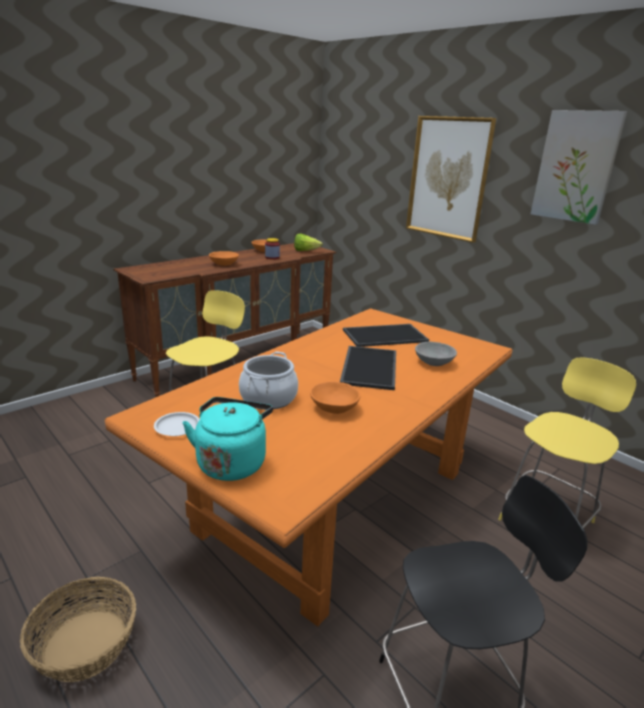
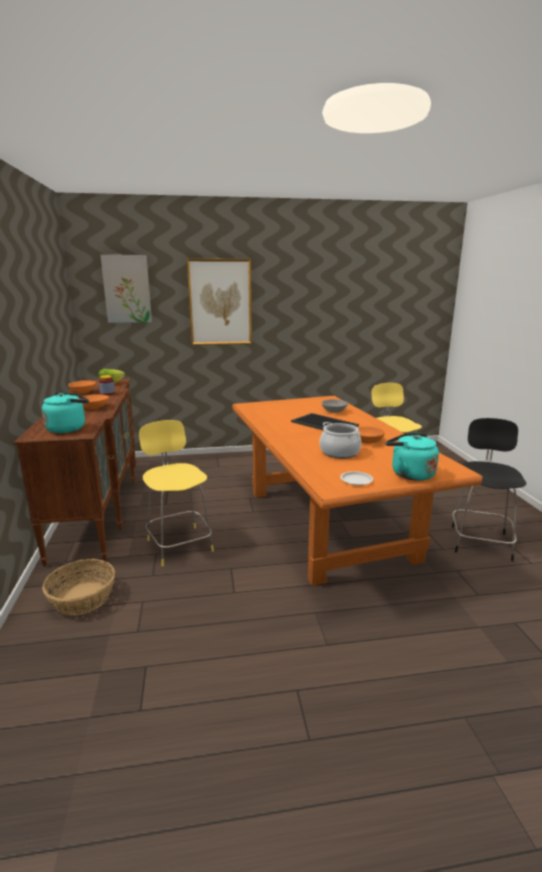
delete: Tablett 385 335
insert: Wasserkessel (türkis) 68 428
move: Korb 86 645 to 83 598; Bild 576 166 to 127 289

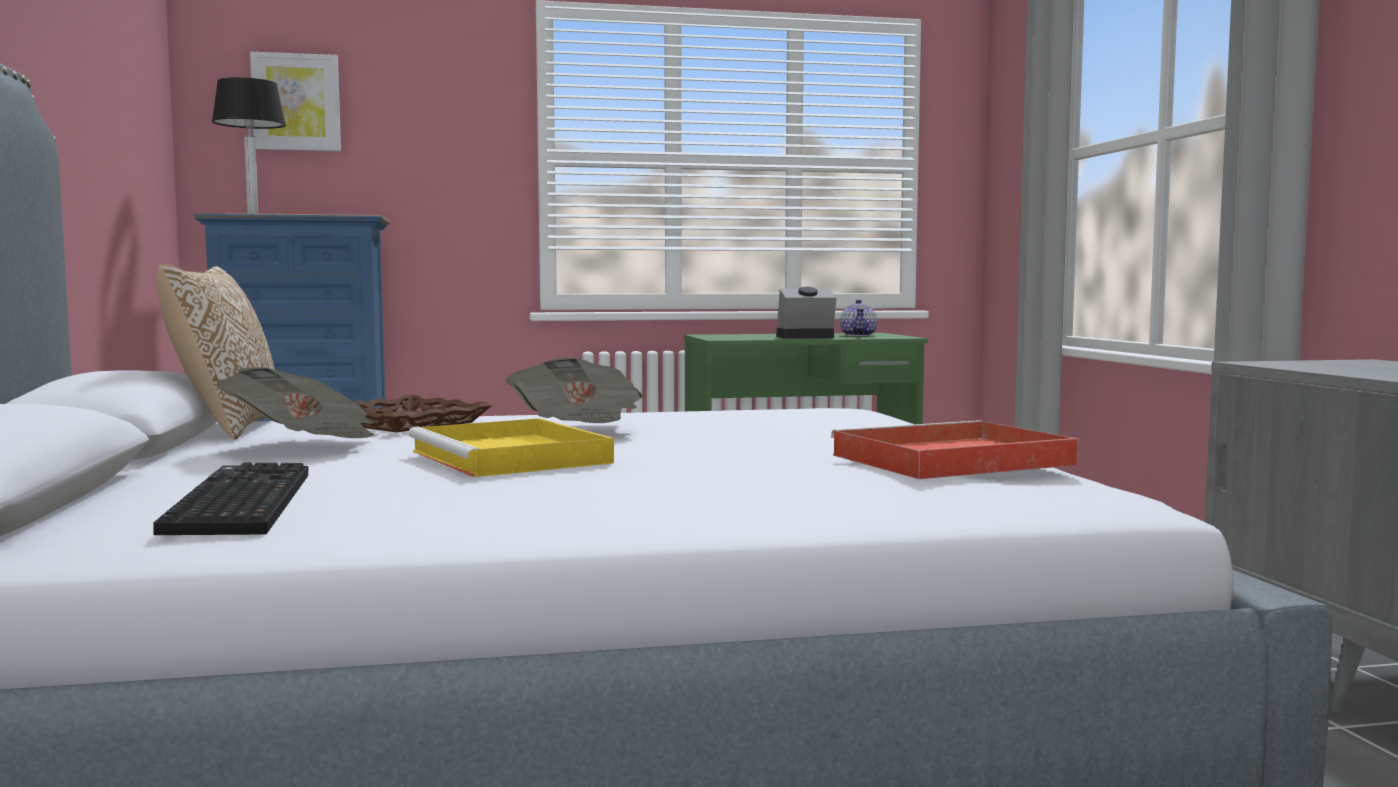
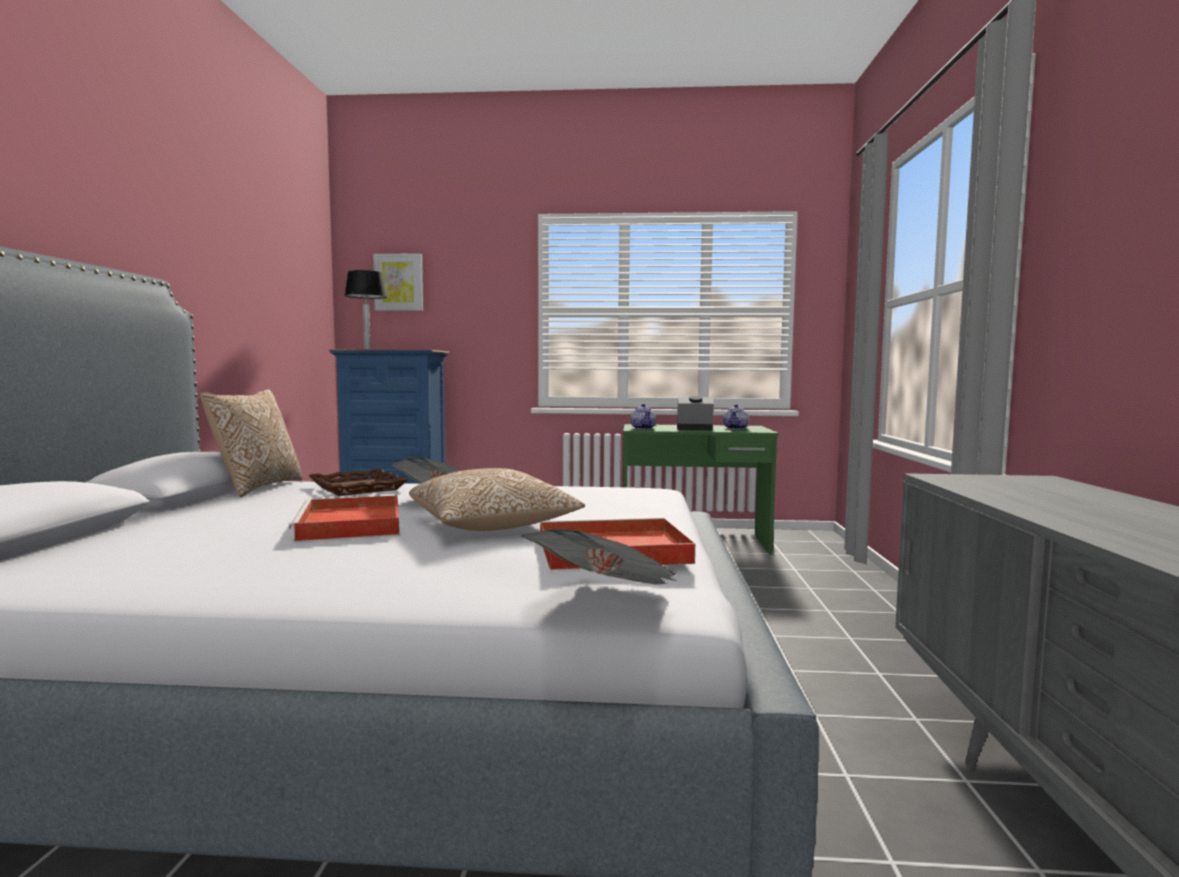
delete: Tastatur 237 502
insert: Kissen 492 527; Teekanne 643 428
move: Zeitung 306 447 to 605 602
recolor: Tablett (gelb) 513 457 to Tablett (rot) 351 524

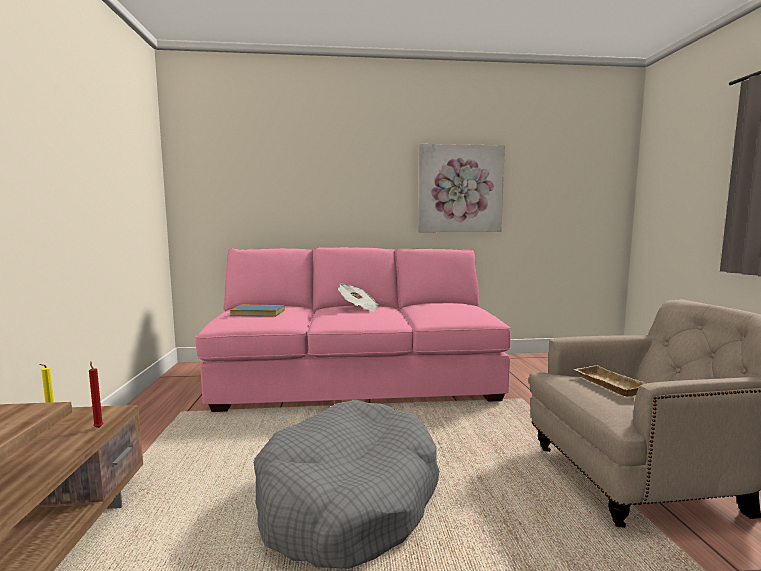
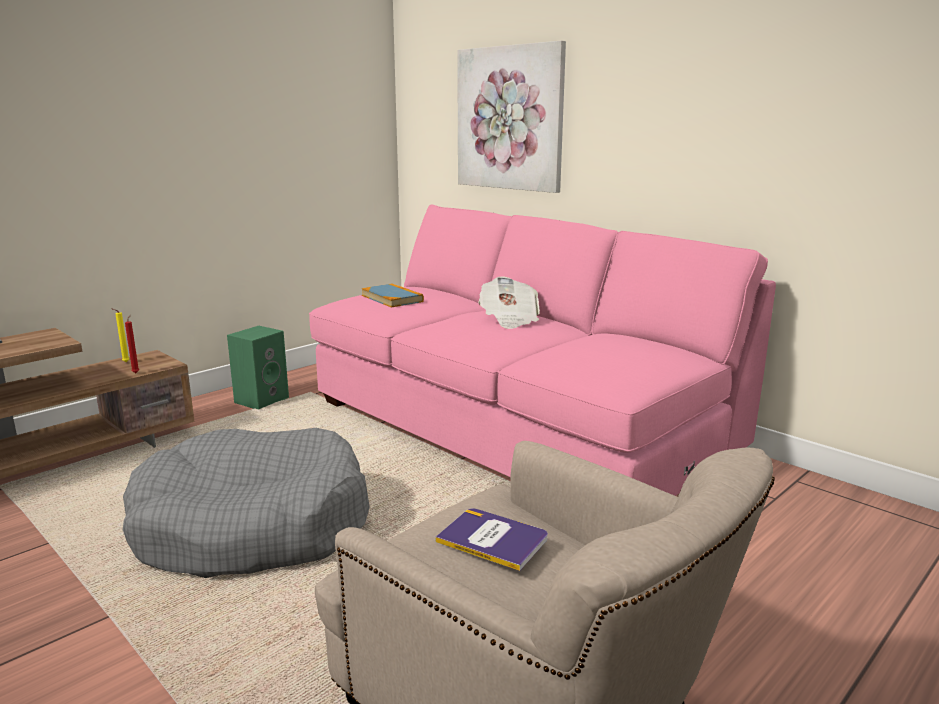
insert: Lautsprecher (grün) 262 399
move: Bild 460 189 to 509 118
replace: Tablett (beige) 608 384 to Buch 493 539

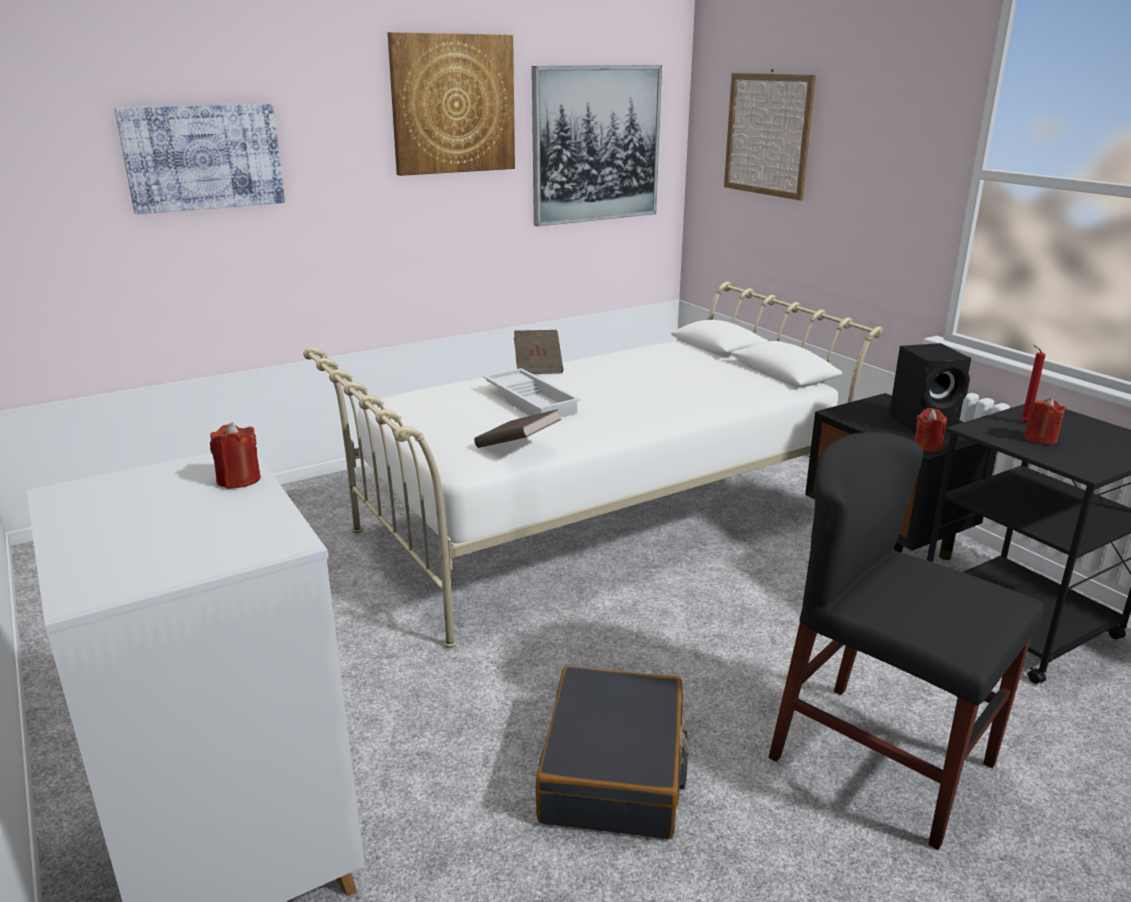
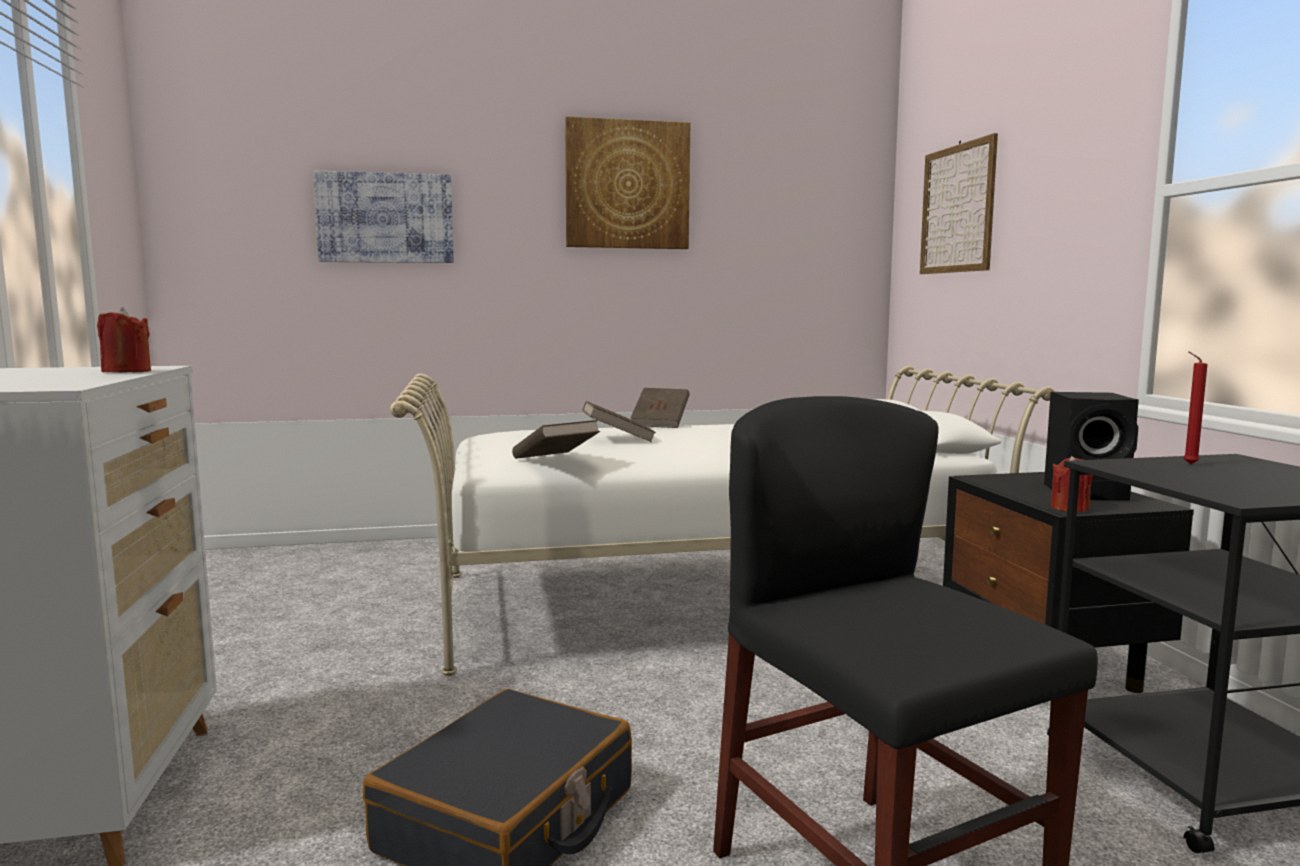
delete: Bild 596 144; Kerze (rot) 1040 439
replace: Tablett (weiß) 532 401 to Buch (braun) 618 439

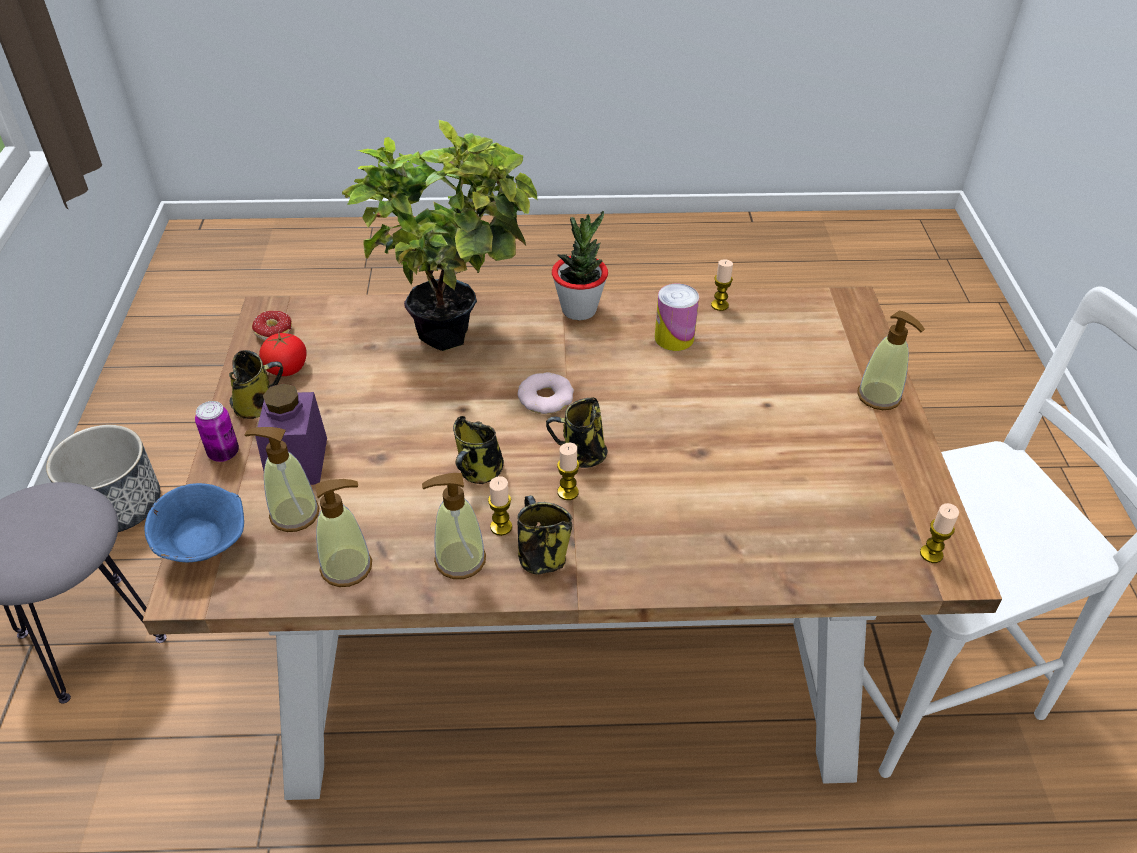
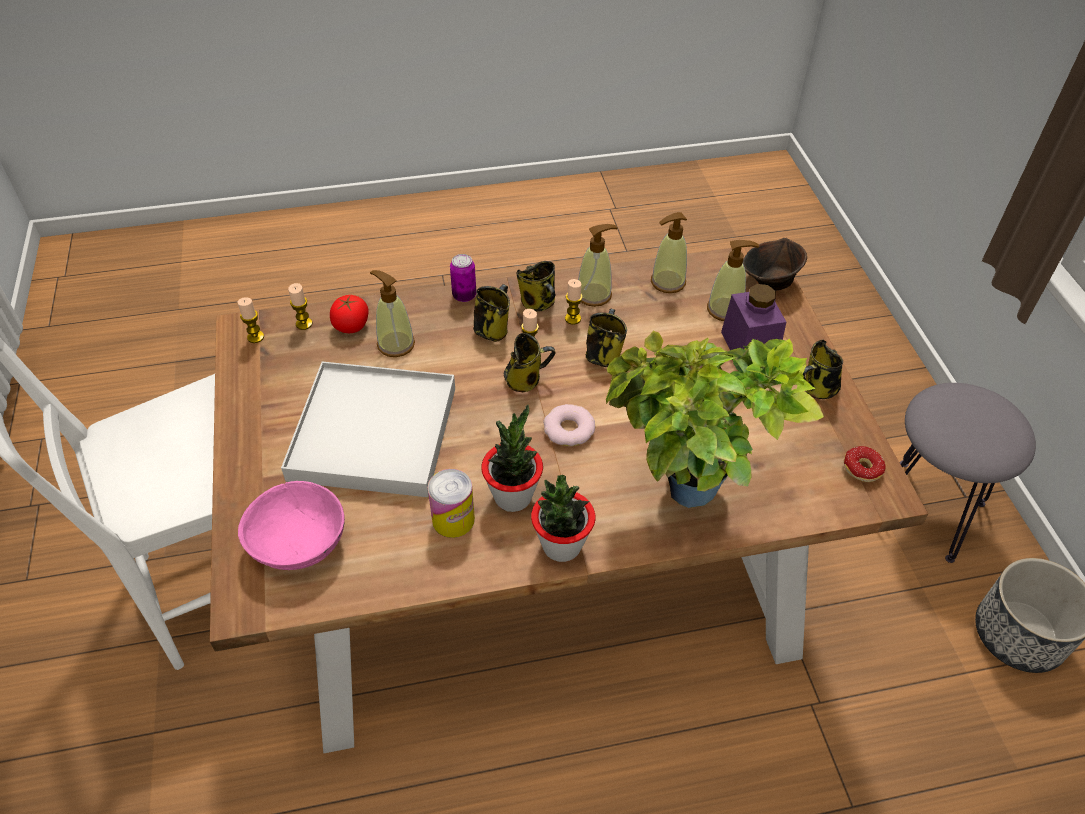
insert: Schüssel (rosa) 299 543; Tablett (weiß) 374 433; Henkelbecher 493 329; Topfpflanze 513 496
move: Dose 223 453 to 464 295; Tomate 286 369 to 351 326; Kerze 719 305 to 304 324; Seifenspender 879 396 to 395 344
recolor: Schüssel (blau) 205 547 to Schüssel (braun) 769 282

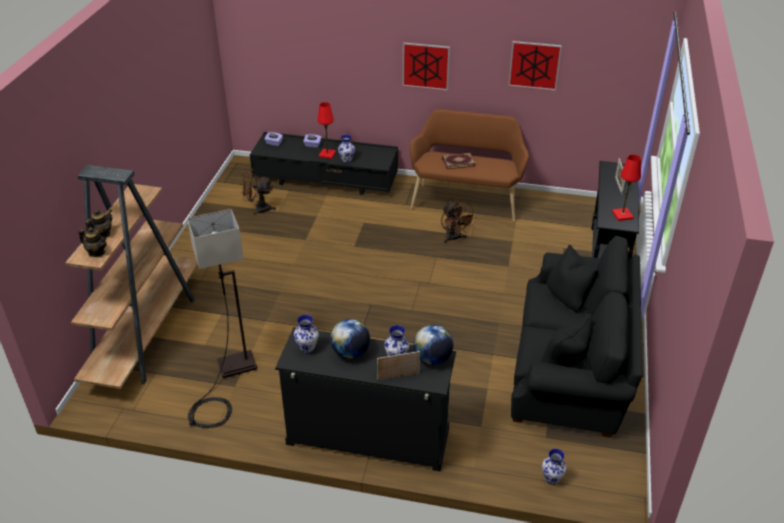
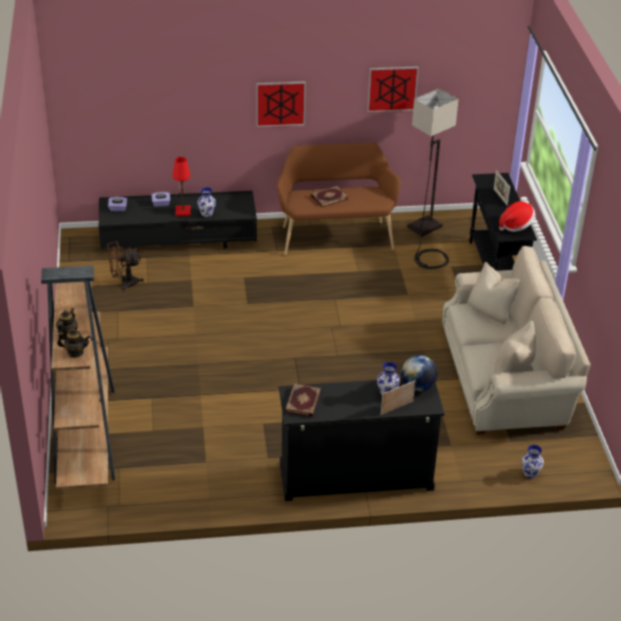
delete: Globus 350 352; Ventilator (braun) 454 238
move: Stehlampe 222 390 to 427 244
replace: Vase 307 348 to Buch 304 402; Tischlampe (rot) 622 215 to Hut 516 225
recolor: Sofa (schwarz) 571 367 to Sofa (beige) 506 376

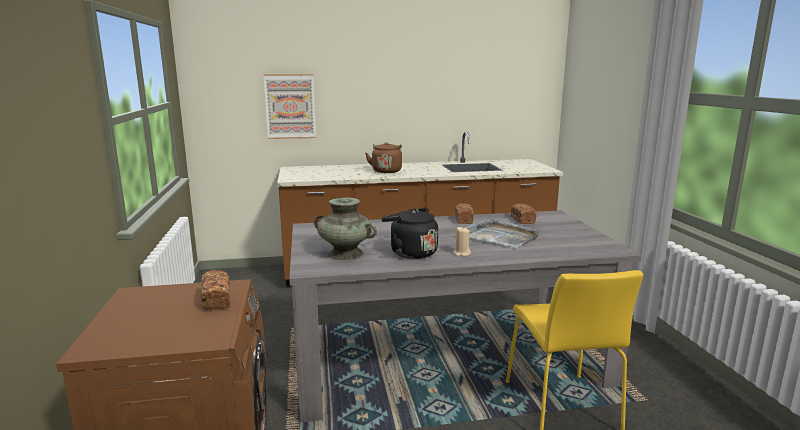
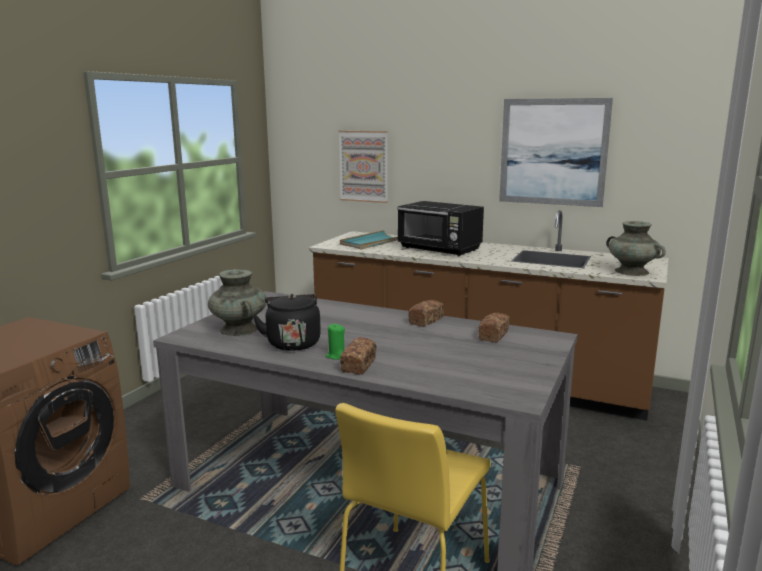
delete: Tablett (grau) 500 236
insert: Tablett (türkis) 373 242; Bild 553 152; Vase (türkis) 632 272
move: Brot 217 300 to 359 365
replace: Wasserkessel (braun) 386 171 to Mikrowelle (schwarz) 440 249
recolor: Kerze (beige) 461 253 to Kerze (grün) 336 356

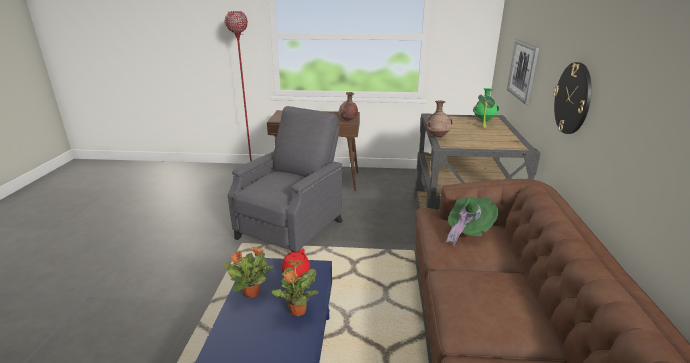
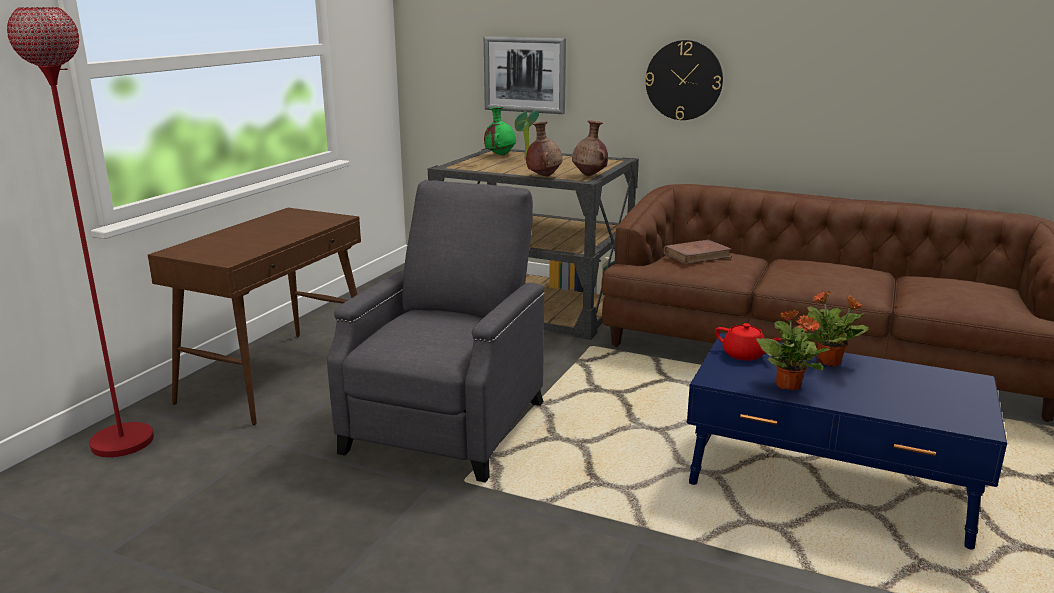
move: Vase (braun) 348 120 to 590 175
replace: Hut (grün) 467 232 to Buch (braun) 697 255
rotate: Sessel (grau) 293 228 = 450 423 60 degrees clockwise

